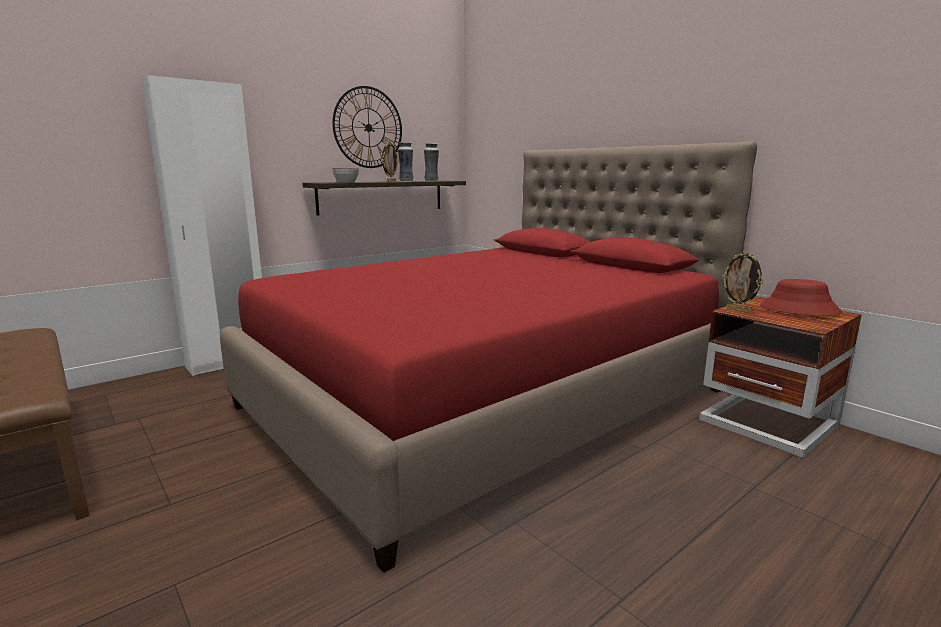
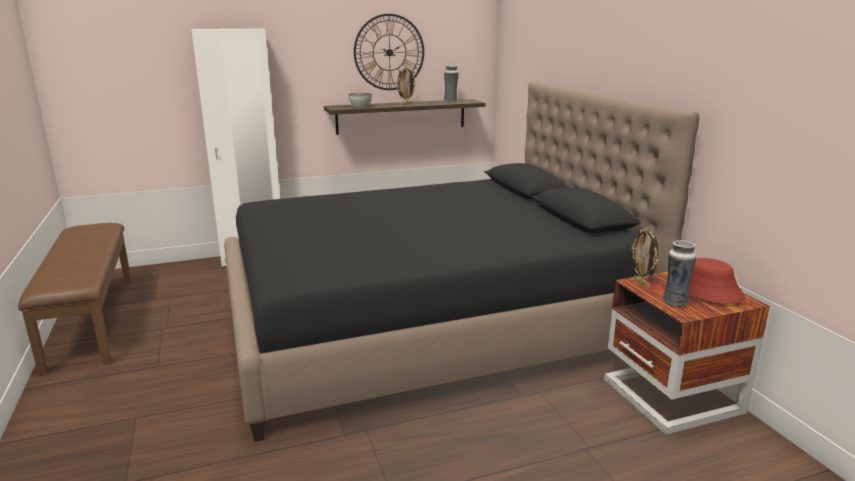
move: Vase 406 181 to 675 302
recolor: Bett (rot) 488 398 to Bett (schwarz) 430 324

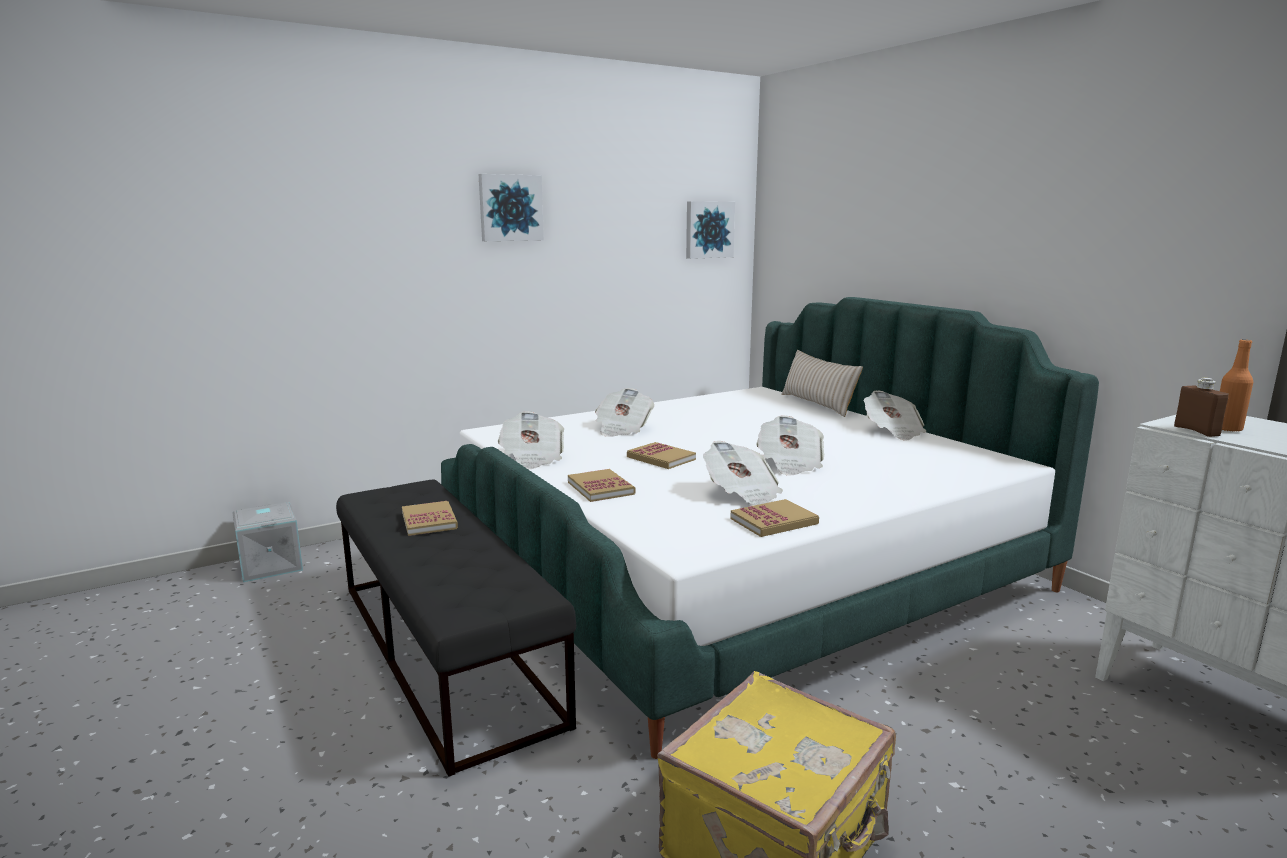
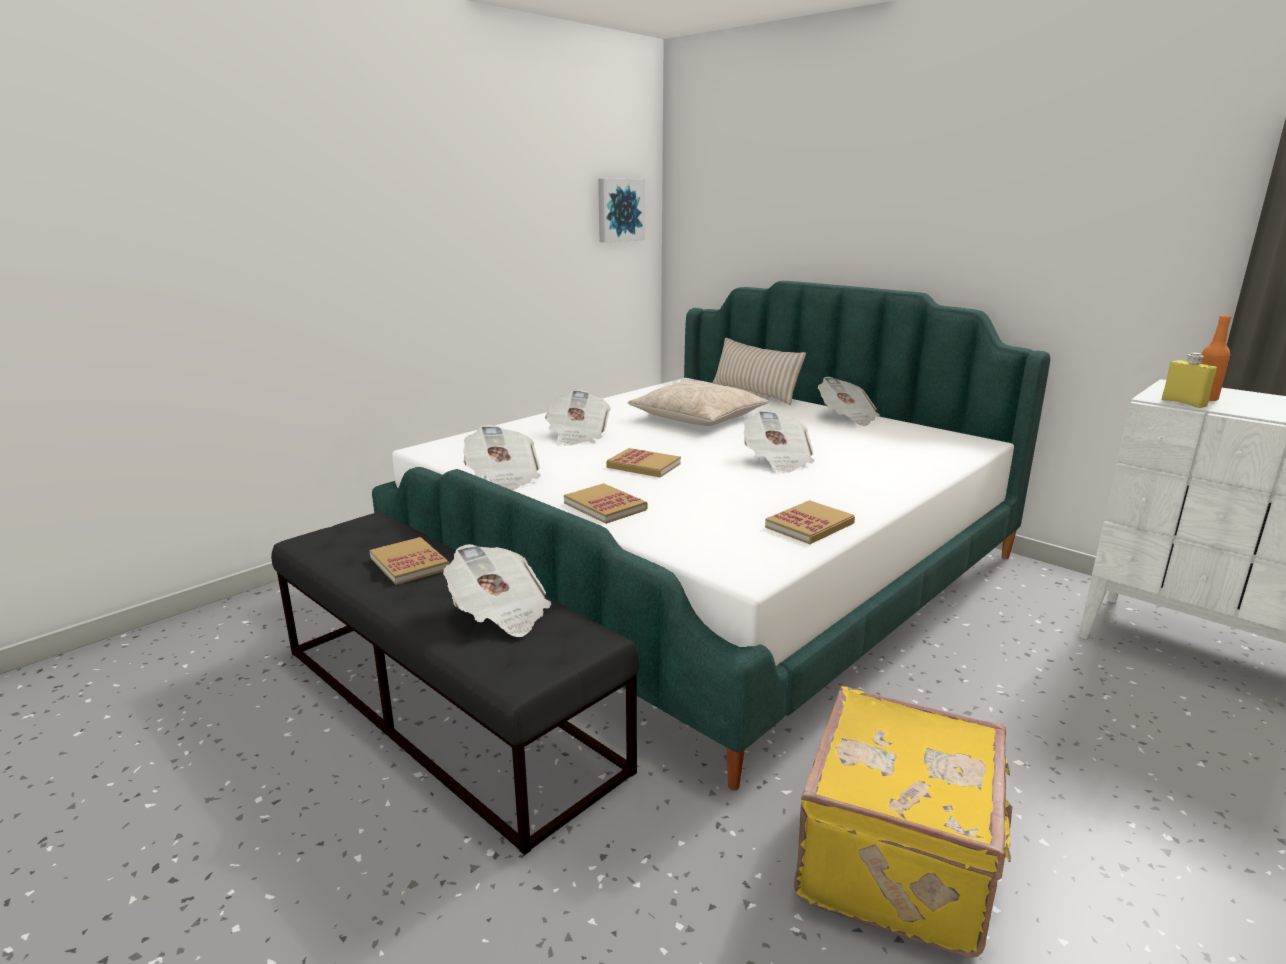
delete: Aufbewahrungsbox (grau) 269 566; Bild 510 208
insert: Kissen (beige) 698 418
move: Zeitung 742 494 to 500 613
recolor: Flasche (braun) 1196 431 to Flasche (gelb) 1183 403

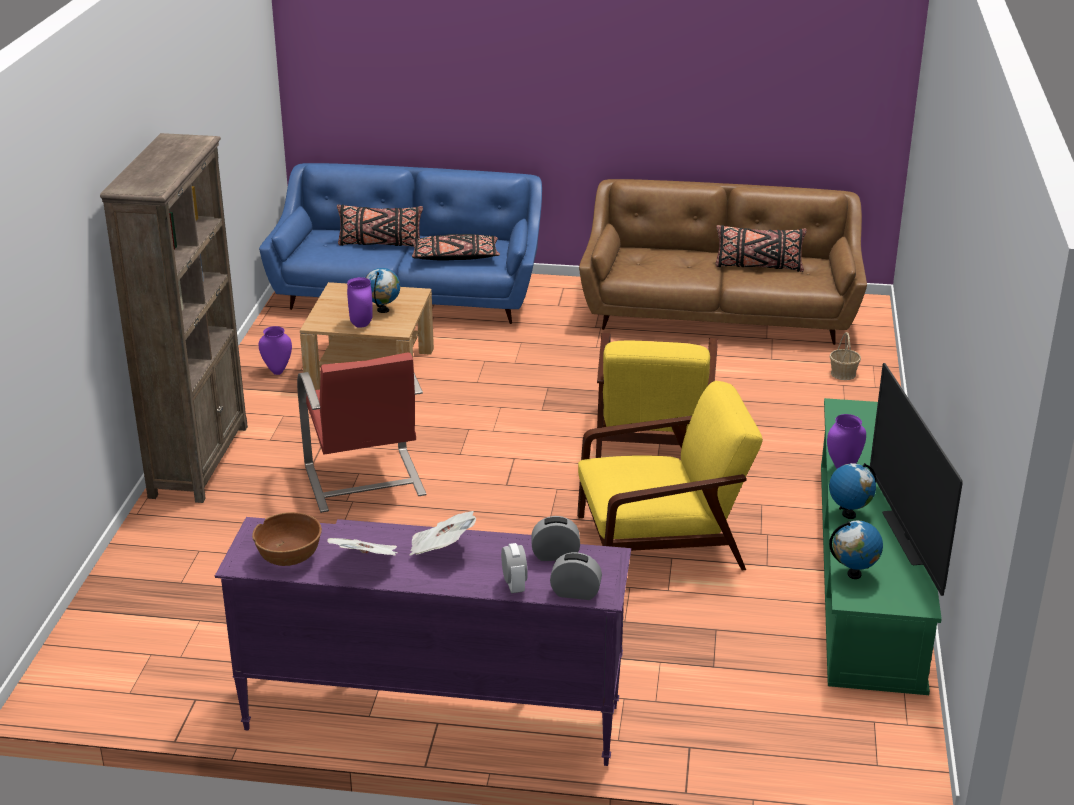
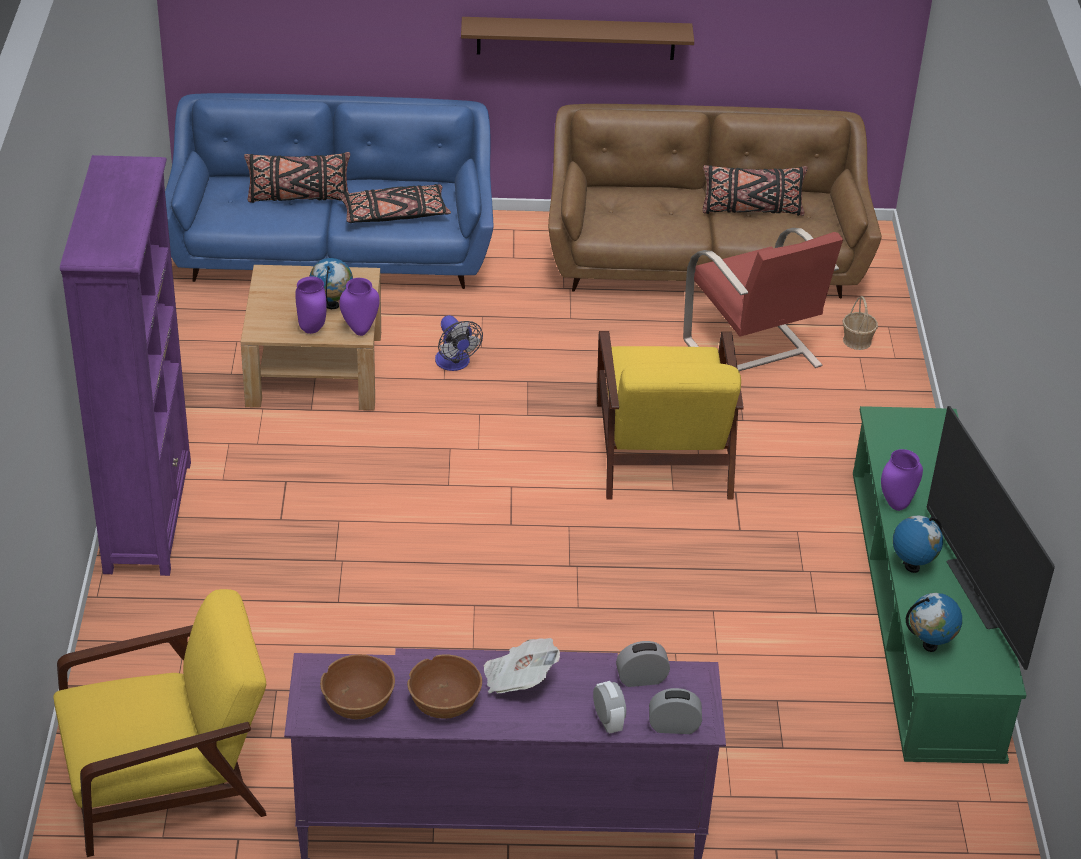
insert: Ventilator 455 364; Wandregal (braun) 576 38
move: Vase (lila) 277 372 to 360 331; Sessel (rot) 364 481 to 752 354; Sessel (gelb) 662 542 to 167 779
replace: Zeitung 367 562 to Schüssel (braun) 444 704
recolor: Bücherregal (braun) 199 460 to Bücherregal (lila) 148 515

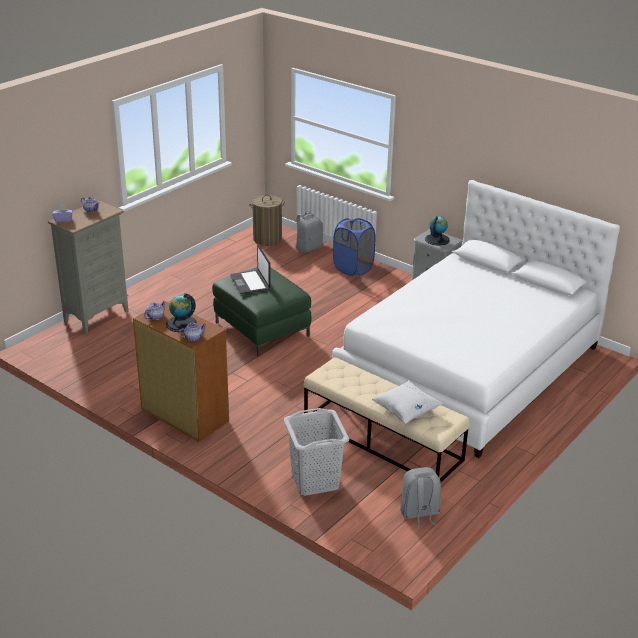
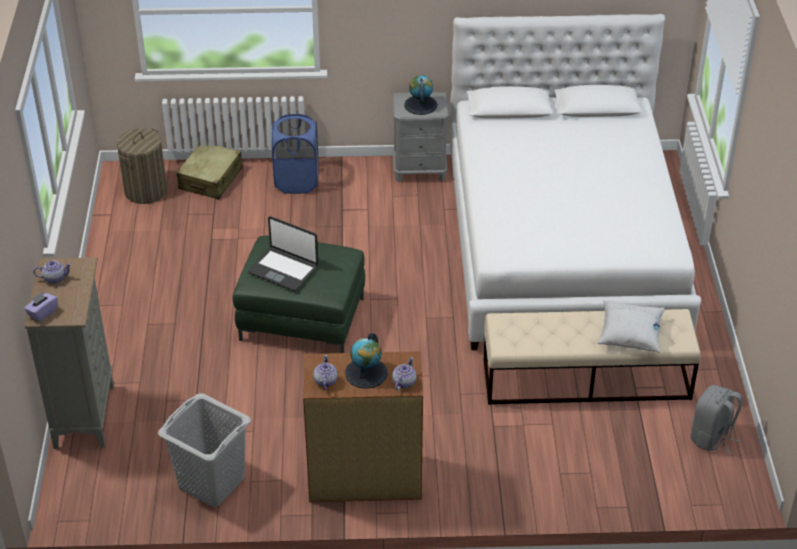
move: Wäschekorb (grau) 314 481 to 211 483
replace: Rucksack (grau) 308 248 to Koffer (beige) 211 179

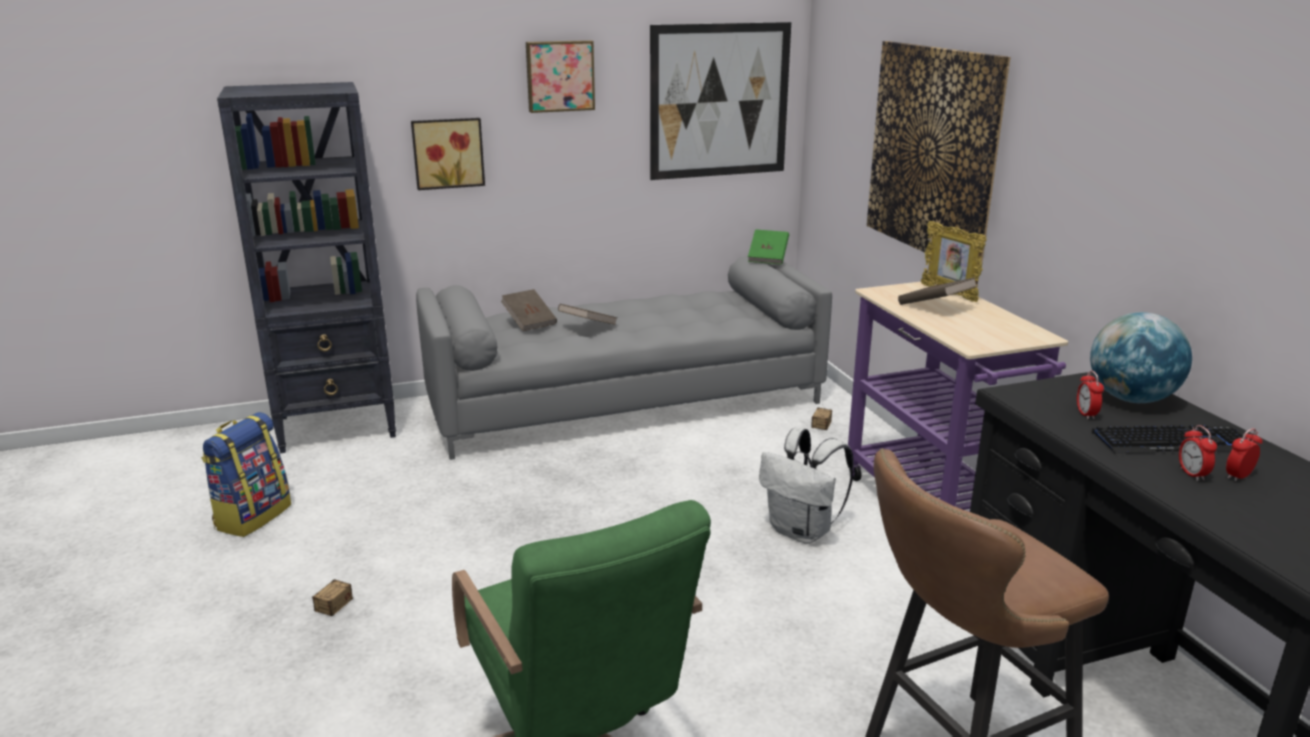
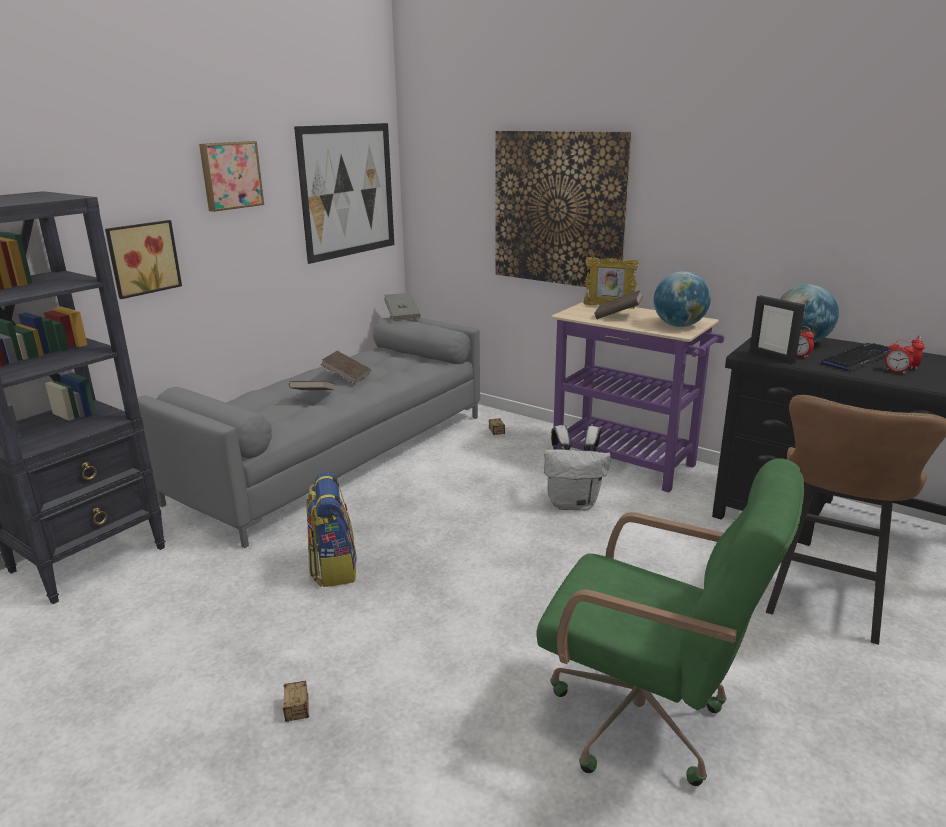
insert: Globus 679 325; Bilderrahmen 772 357
move: Rucksack 252 516 to 333 567; Buch (braun) 529 322 to 347 377
recolor: Buch (grün) 768 258 to Buch (grau) 402 315

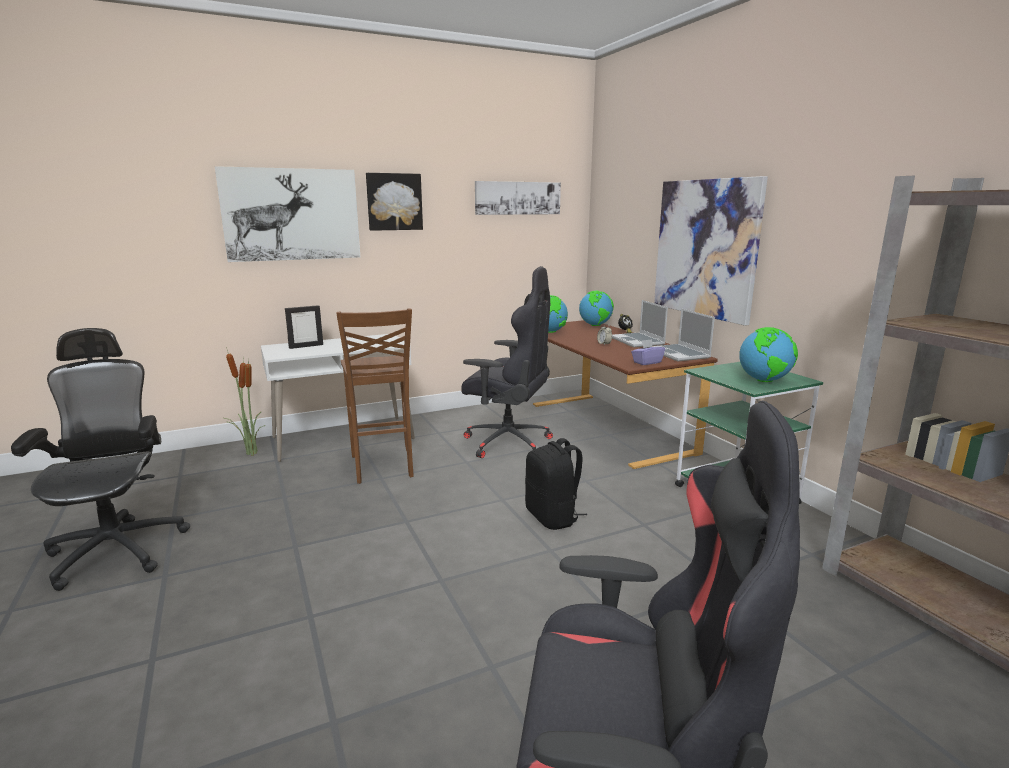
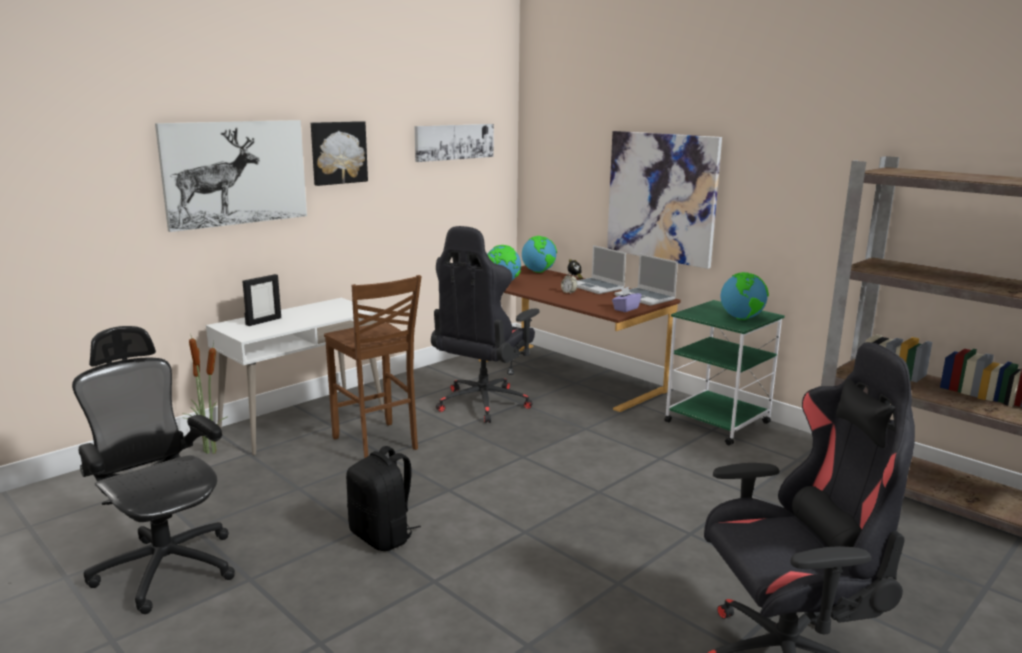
move: Rucksack (schwarz) 553 517 to 383 536
rotate: Bürostuhl (schwarz) 506 443 = 483 403 120 degrees clockwise

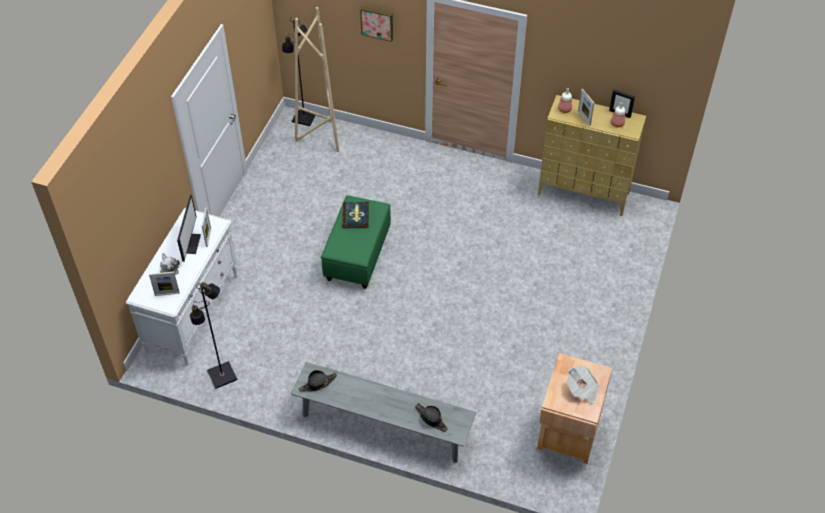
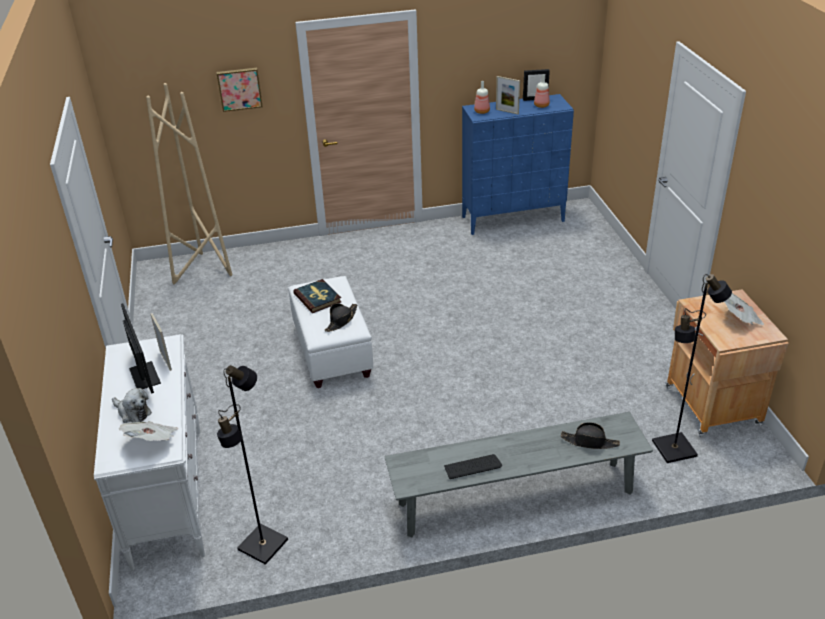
insert: Tastatur 472 467
move: Stehlampe (schwarz) 304 117 to 674 448; Hut (schwarz) 318 384 to 341 320
replace: Bilderrahmen 167 294 to Zeitung 153 441
recolor: Polsterhocker (grün) 357 254 to Polsterhocker (weiß) 332 351; Kommode (beige) 583 195 to Kommode (blau) 514 219

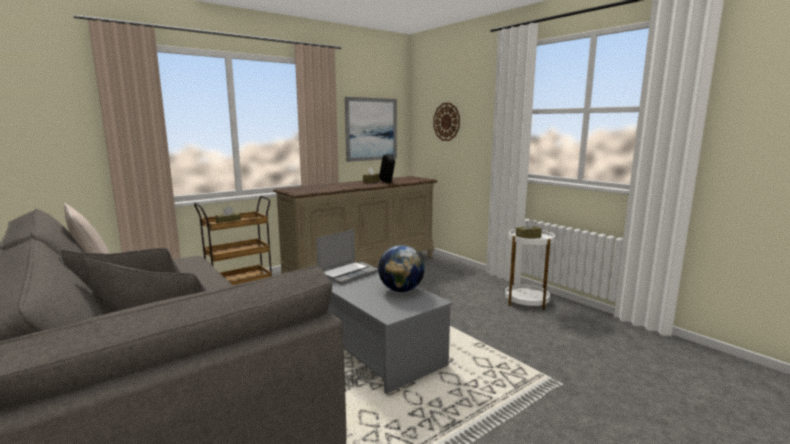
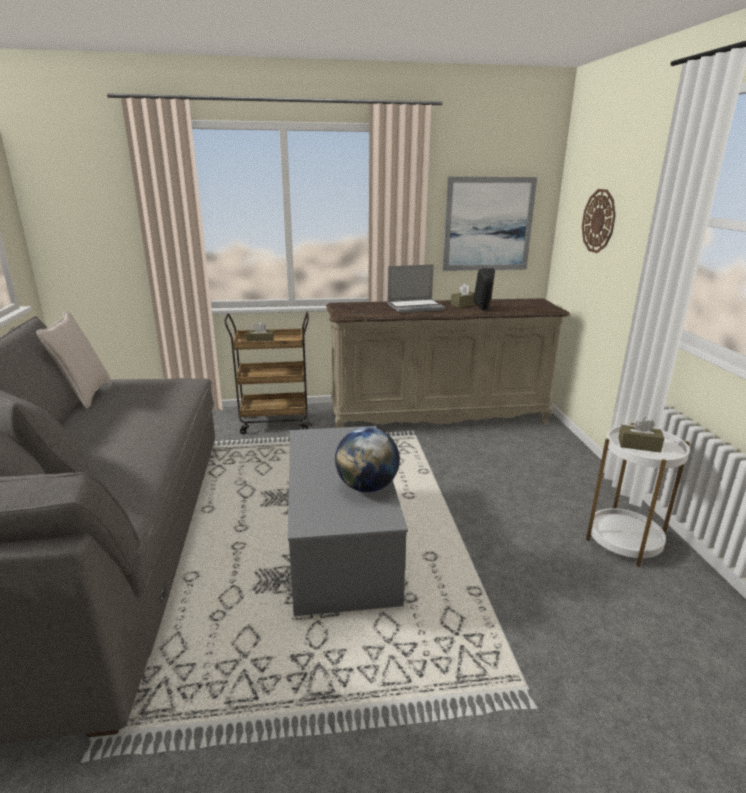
move: Laptop 347 273 to 416 307

